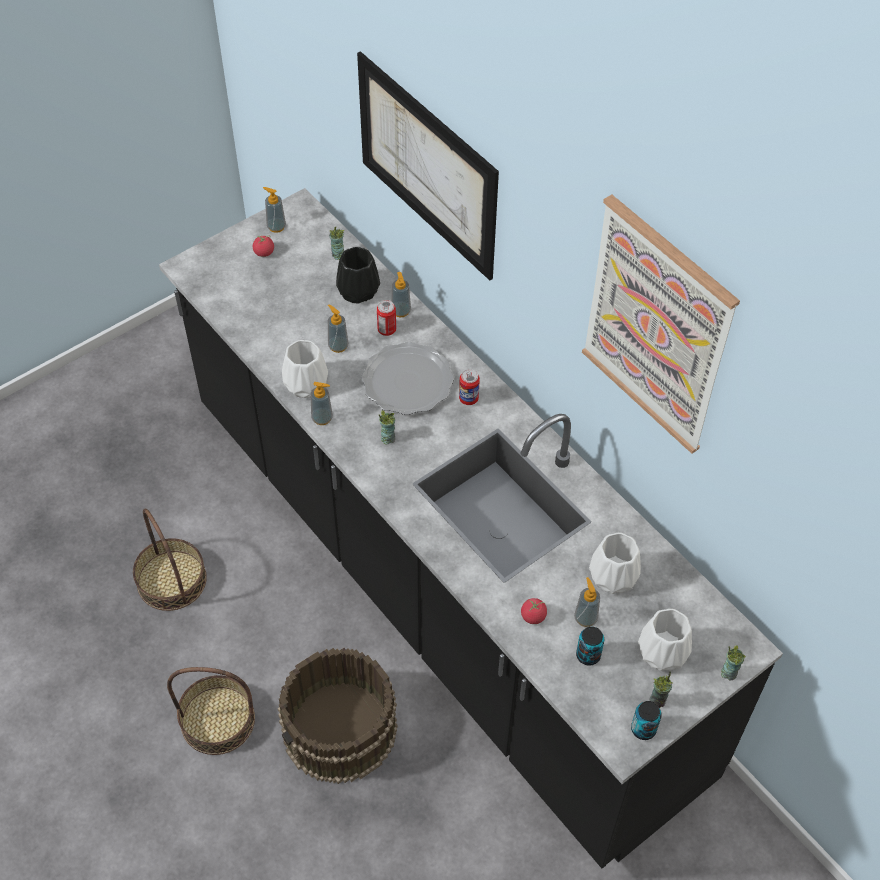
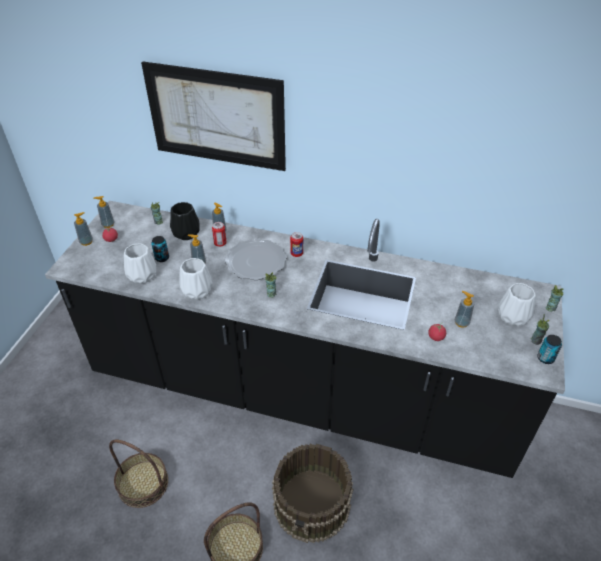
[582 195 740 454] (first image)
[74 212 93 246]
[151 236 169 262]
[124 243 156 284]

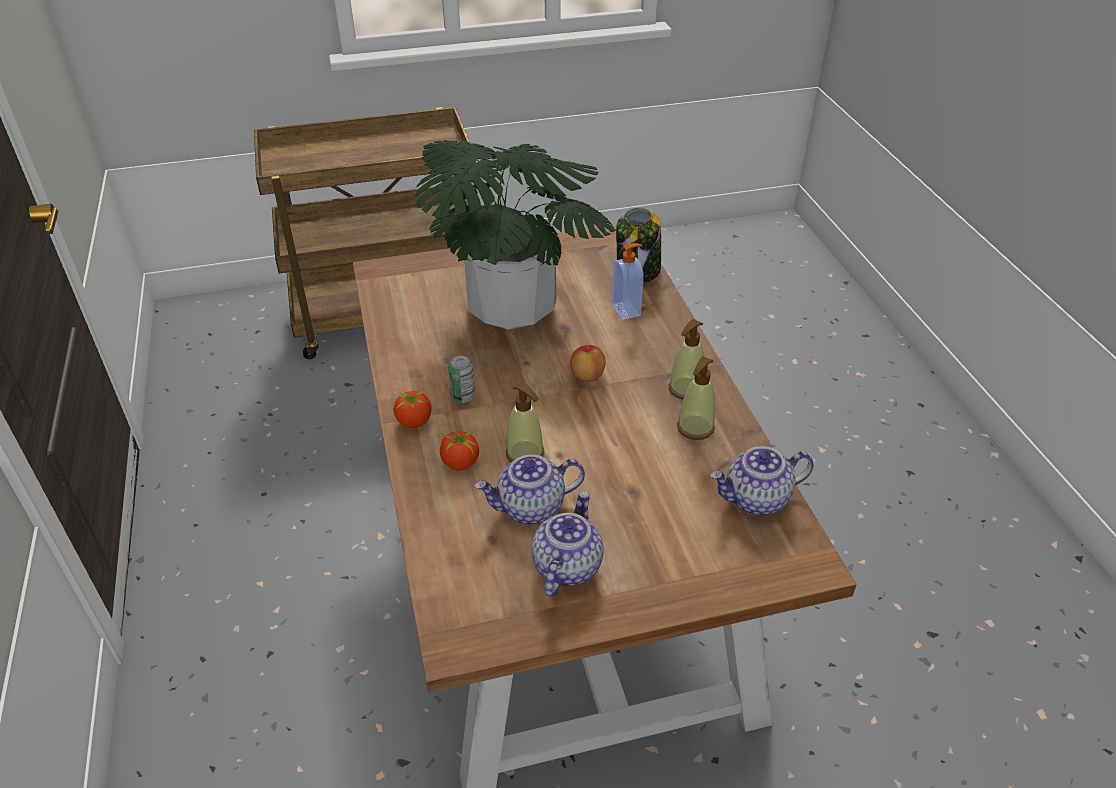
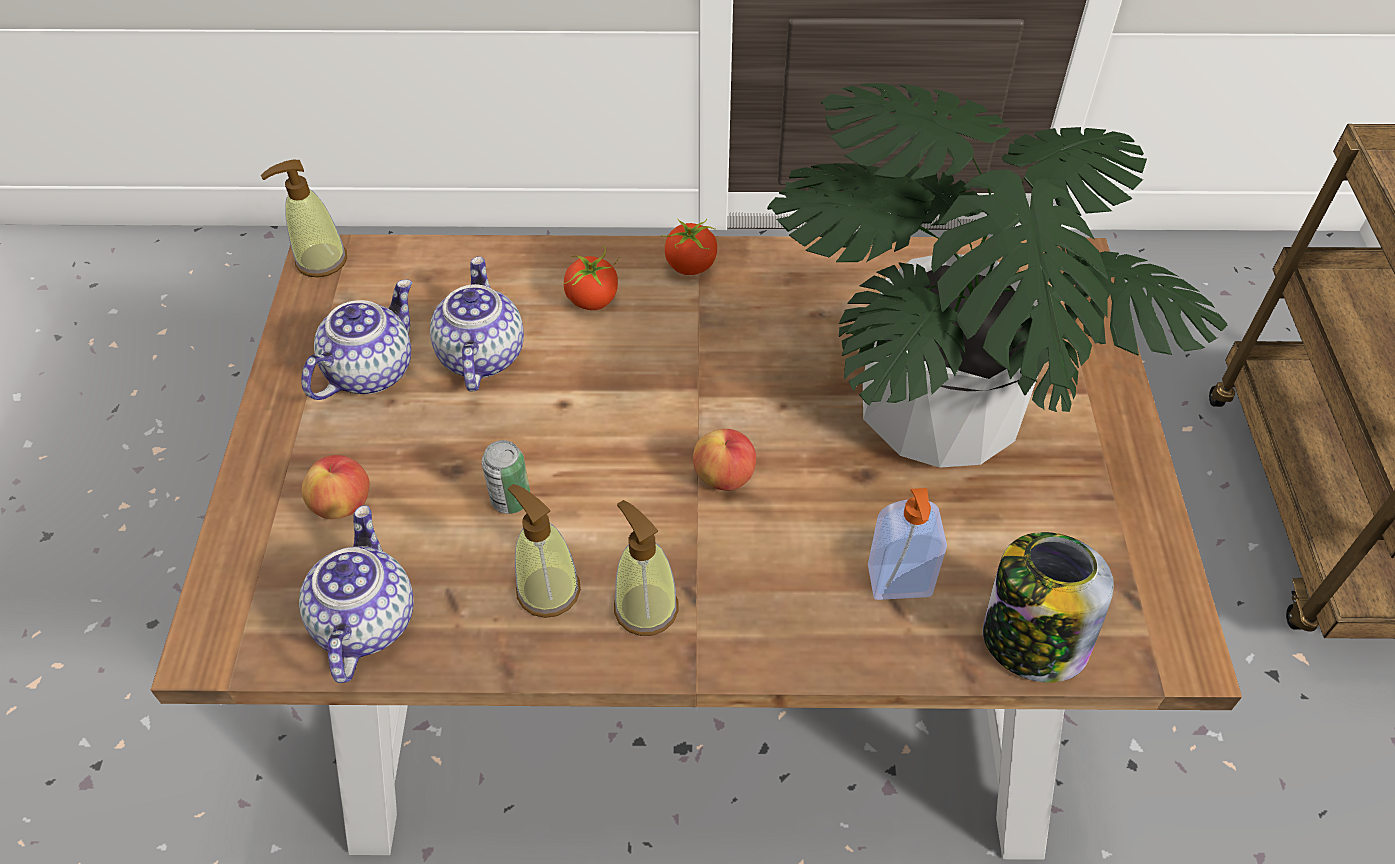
[302 455 370 519]
[482 440 530 514]
[261 160 347 278]
[301 279 412 400]

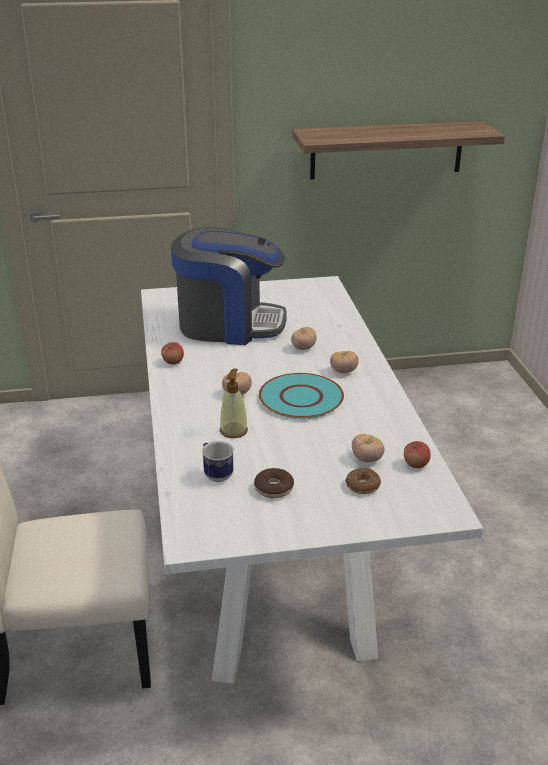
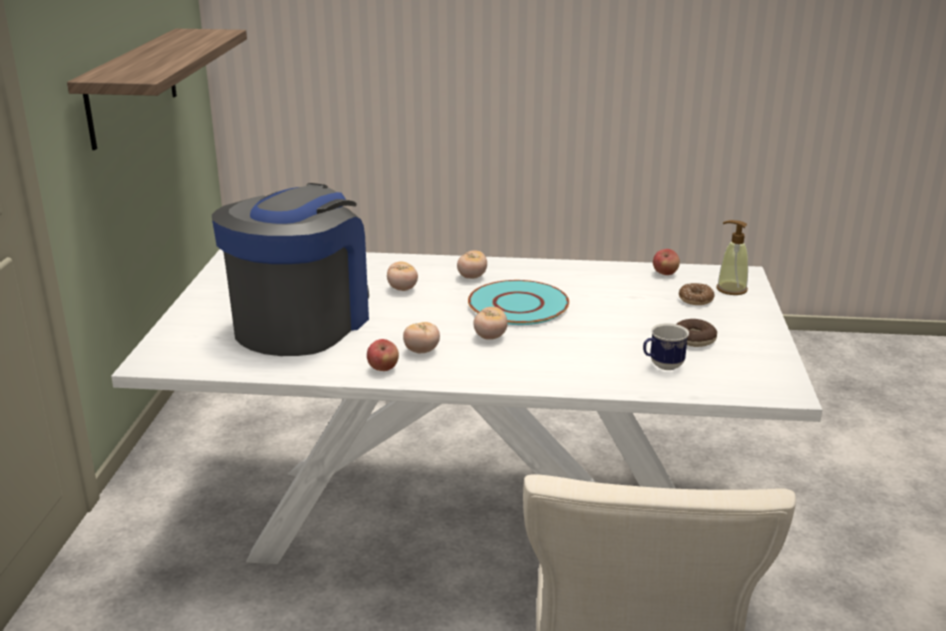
[716 220 748 295]
[403 322 440 353]

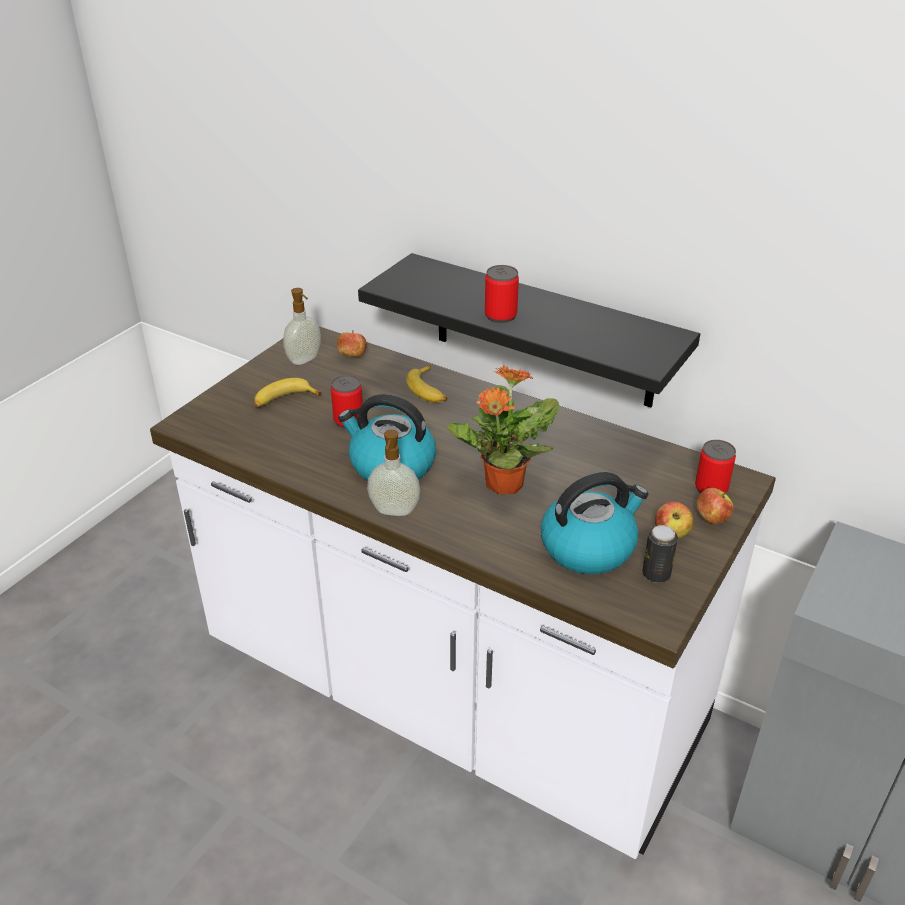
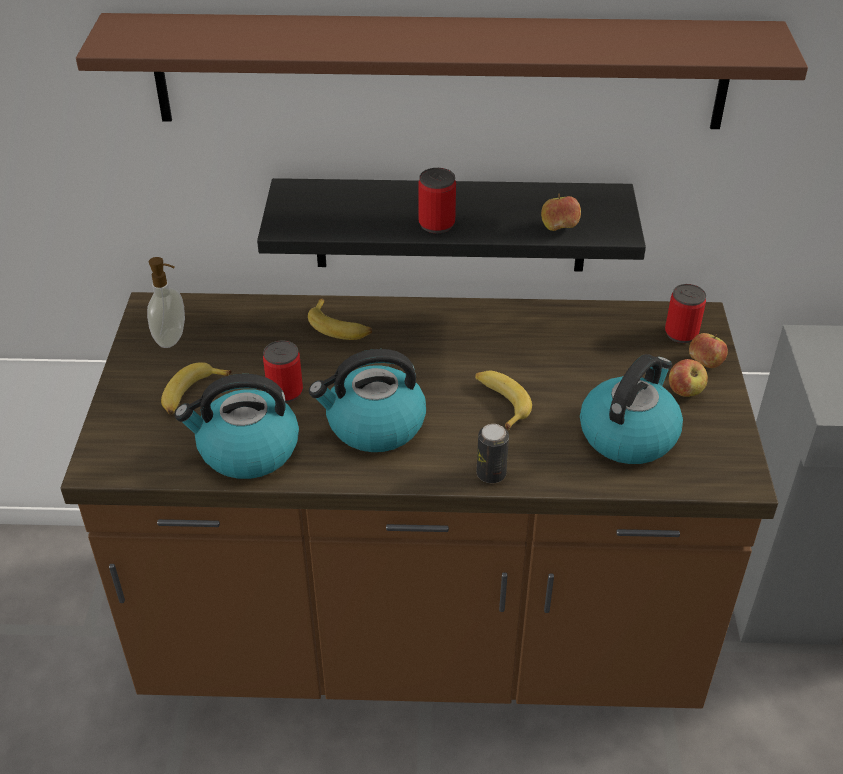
[367 430 420 516] (first image)
[76 13 808 129]
[175 374 299 479]
[541 194 581 231]
[477 424 509 483]
[475 371 532 430]
[61 292 778 709]

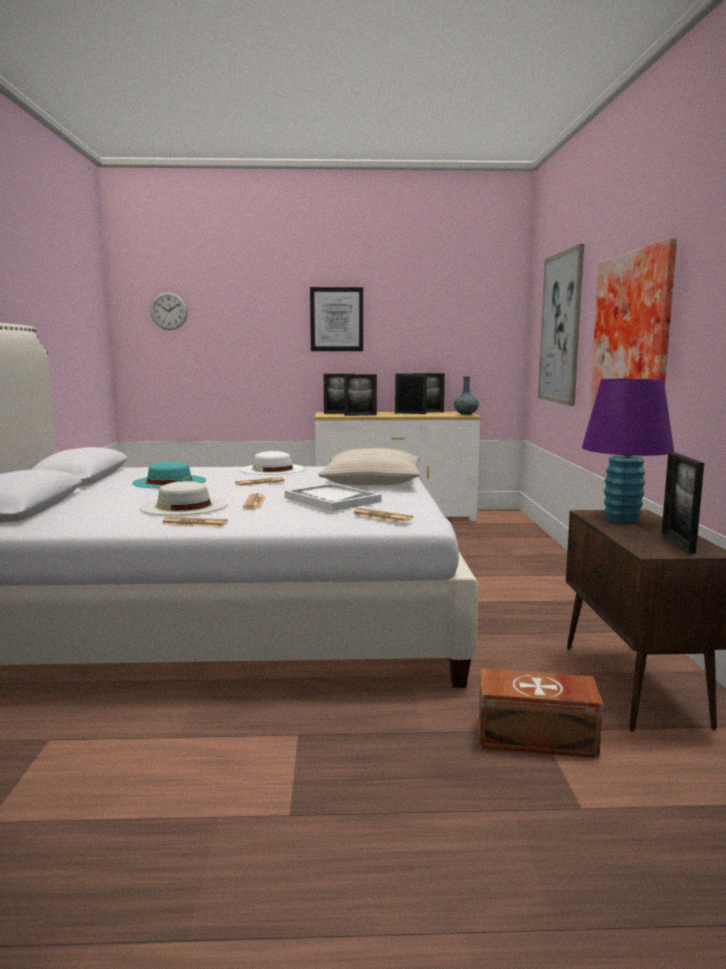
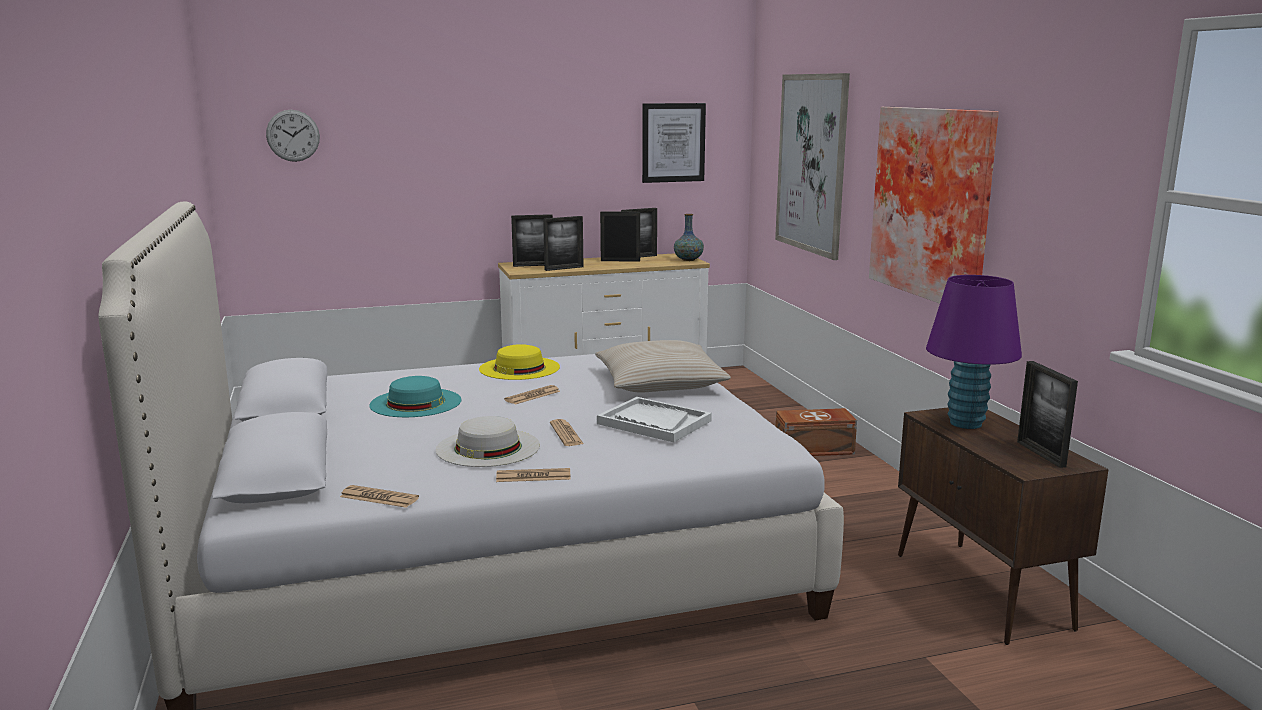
[642 103 706 183]
[340 485 419 508]
[775 408 857 456]
[479 344 560 380]

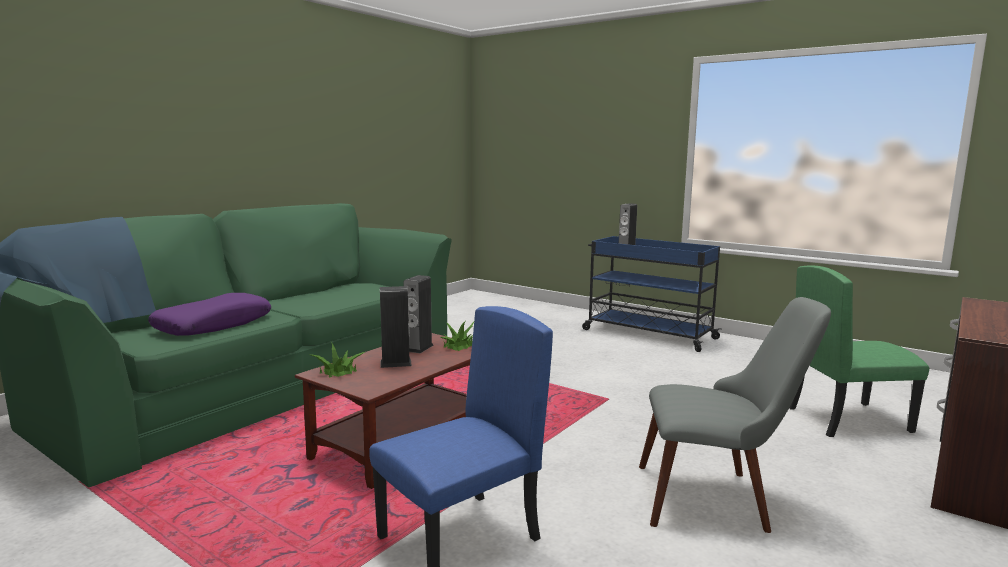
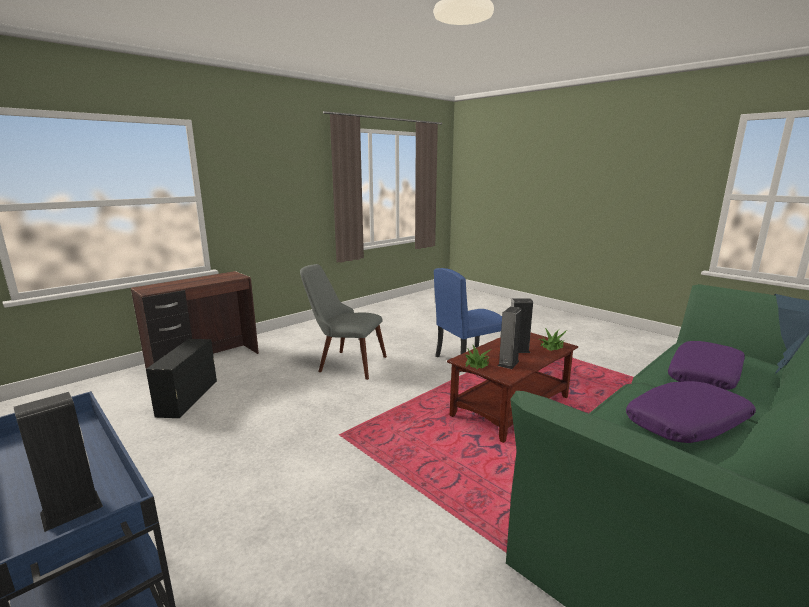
[626 381 756 443]
[146 339 217 418]

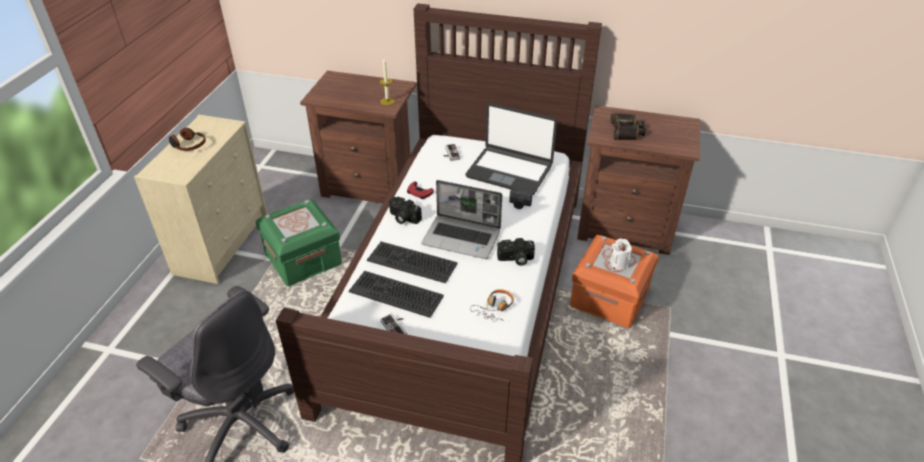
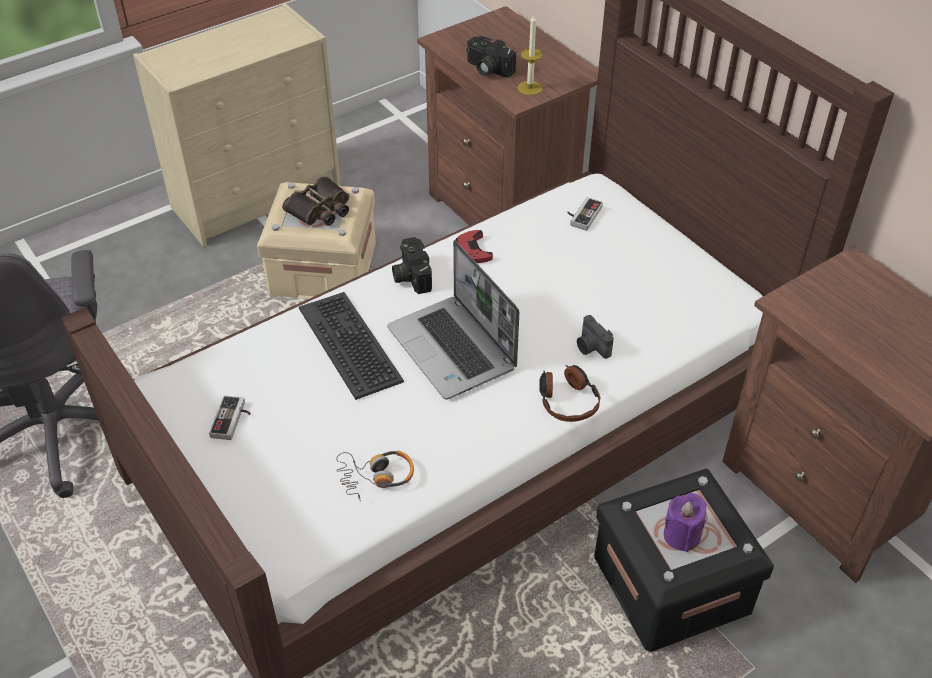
[348 271 444 318] (first image)
[466 103 557 195] (first image)
[539 365 600 422]
[466 36 516 78]
[282 176 349 226]
[257 182 376 299]
[594 469 774 652]
[664 493 707 552]

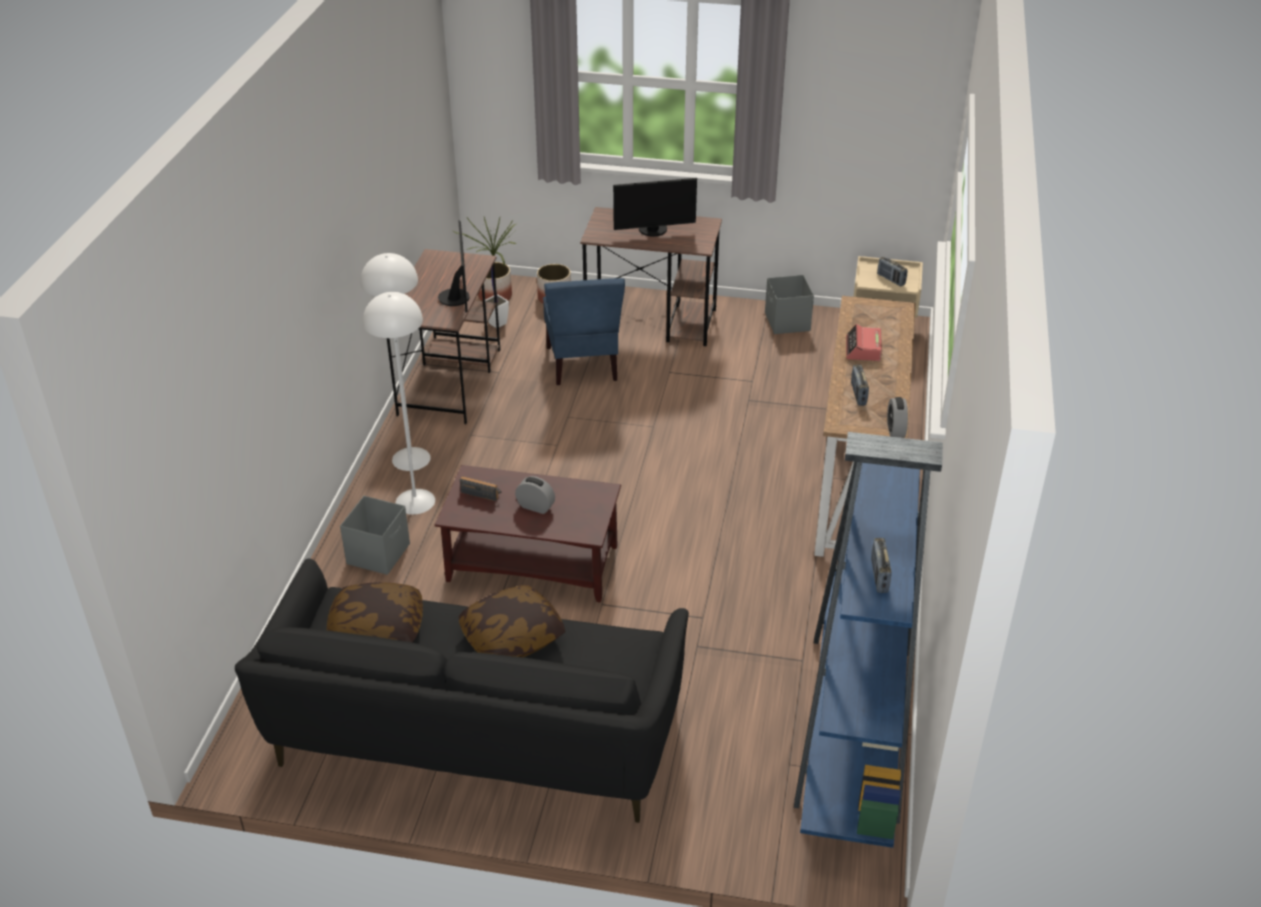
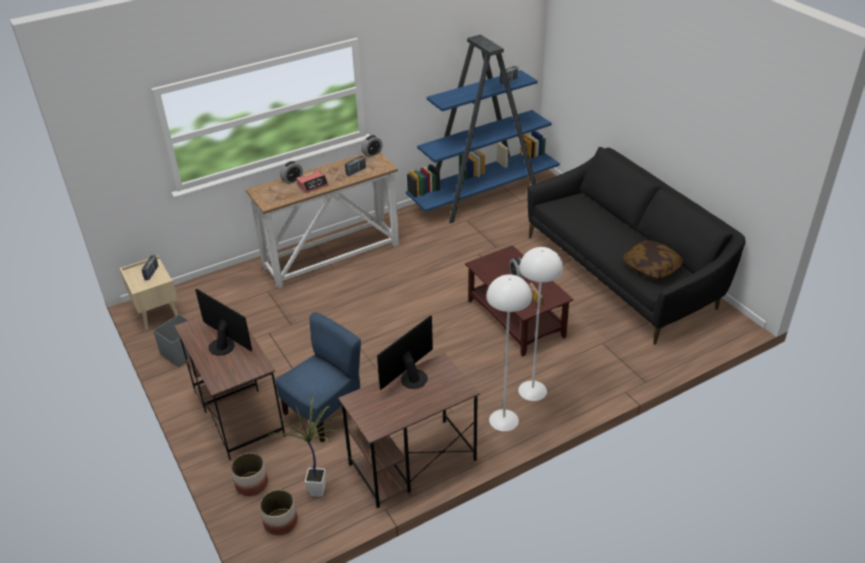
[340 496 410 575] (first image)
[459 585 565 657] (first image)
[280 161 303 184]

